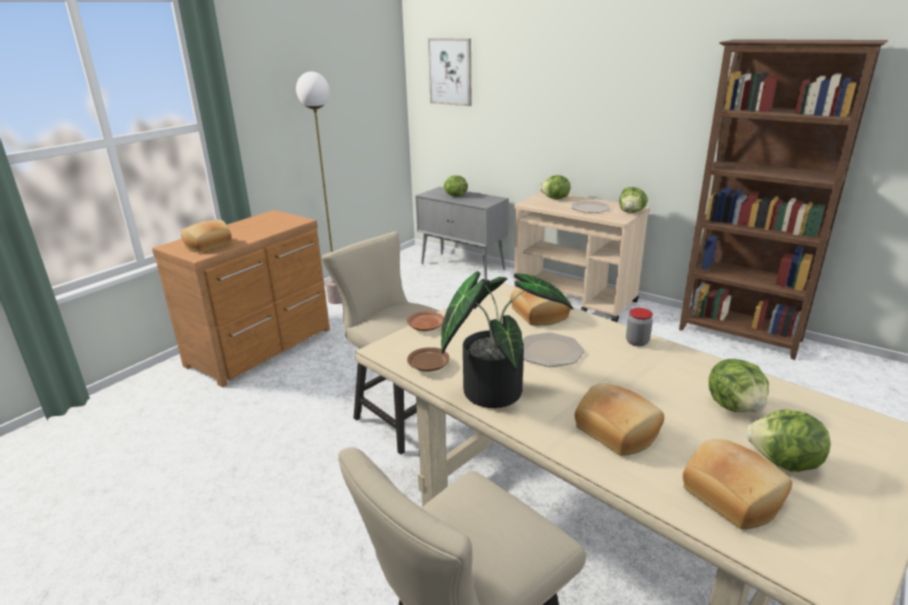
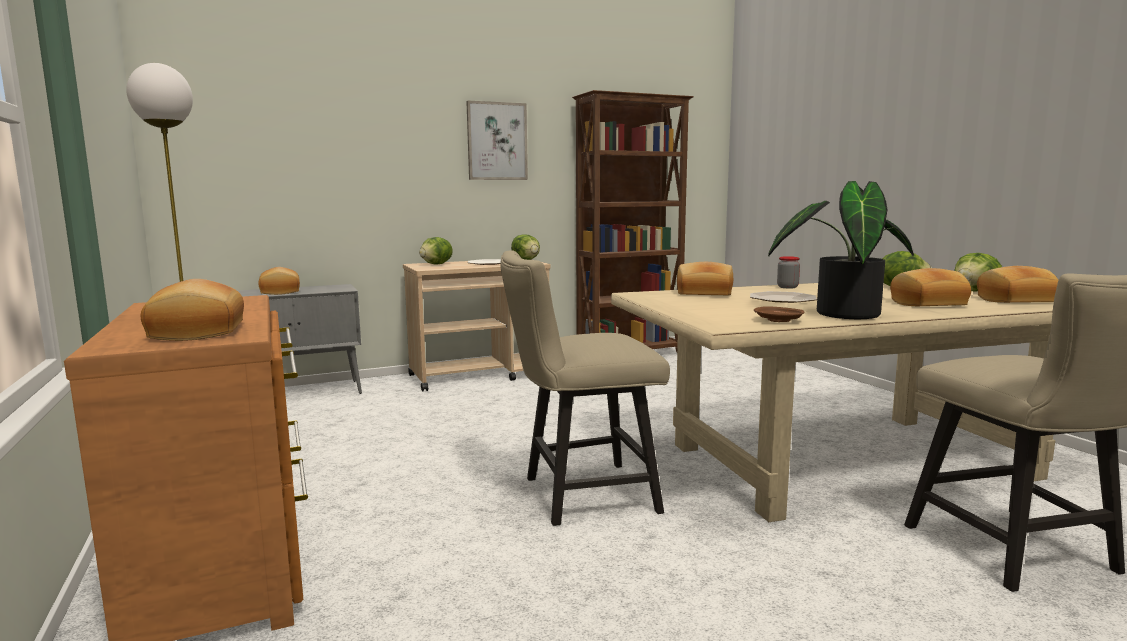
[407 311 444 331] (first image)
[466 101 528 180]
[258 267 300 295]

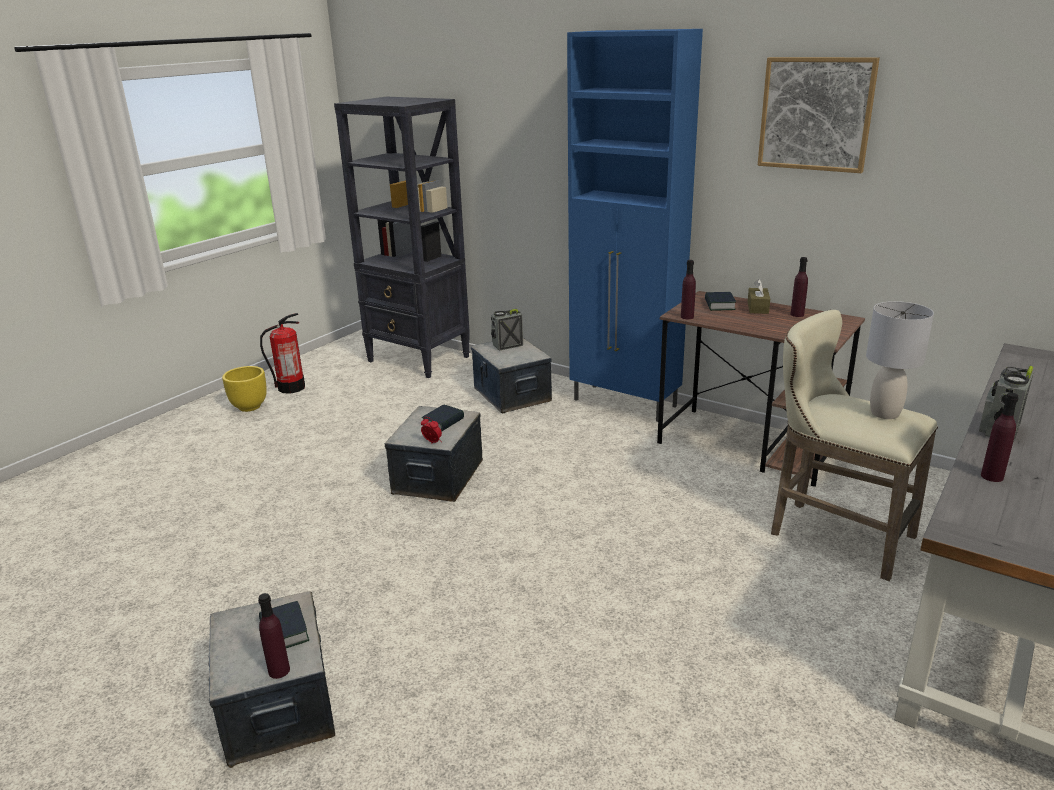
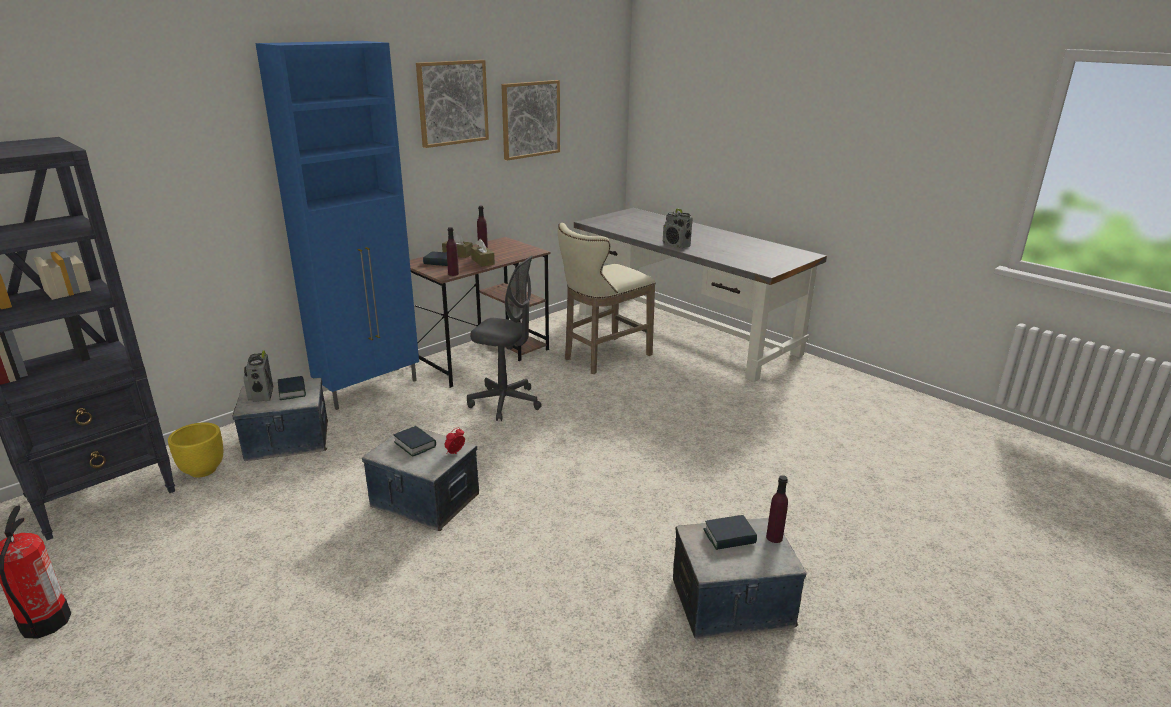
[866 301 934 419] (first image)
[981 393 1018 482] (first image)
[278 376 306 400]
[467 256 542 421]
[471 239 495 267]
[501 80 560 161]
[168 422 223 478]

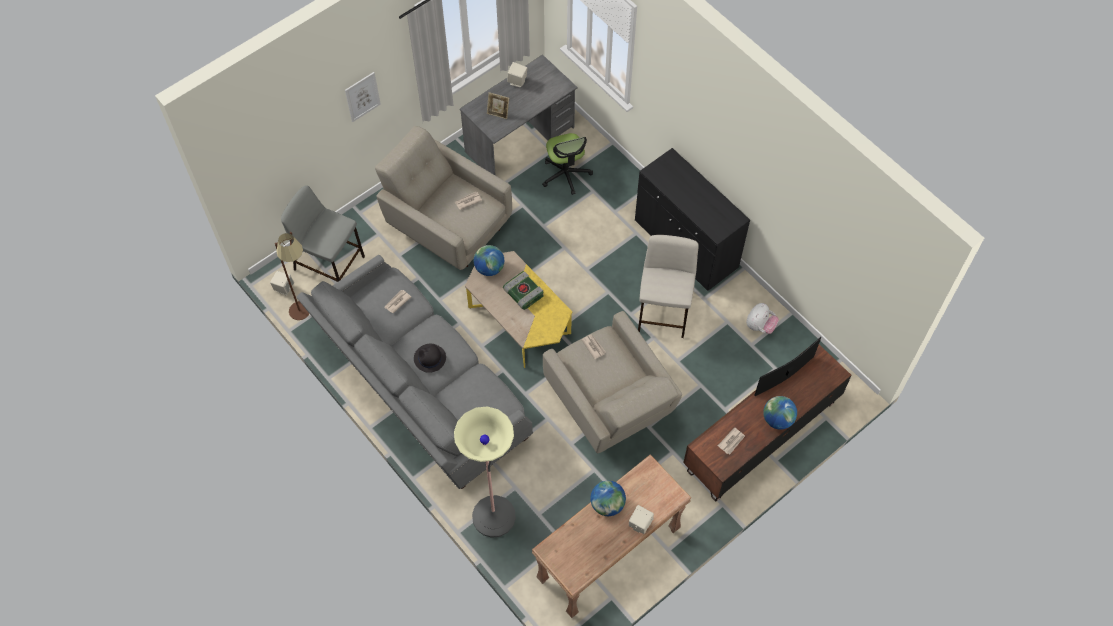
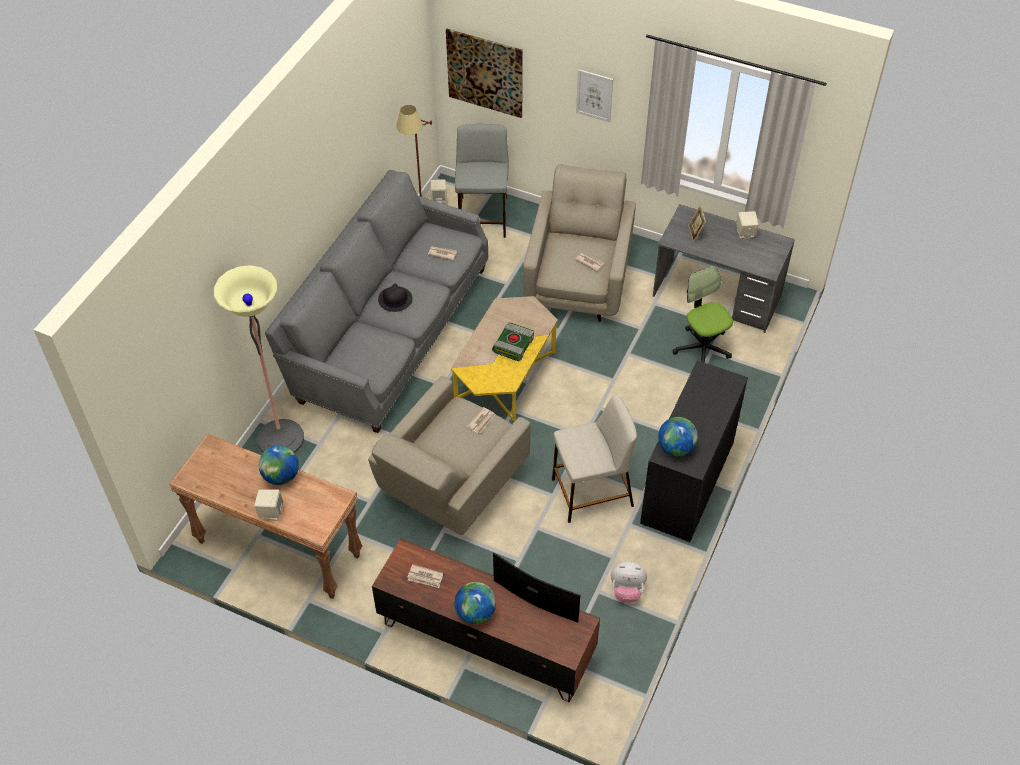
[446 29 523 118]
[658 417 698 456]
[672 266 733 363]

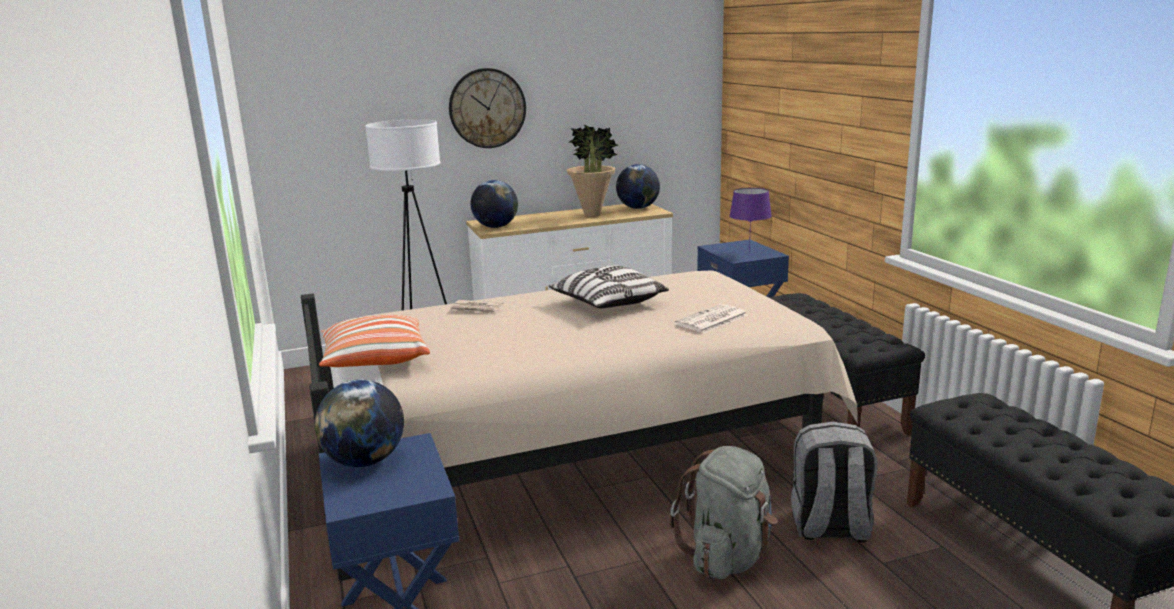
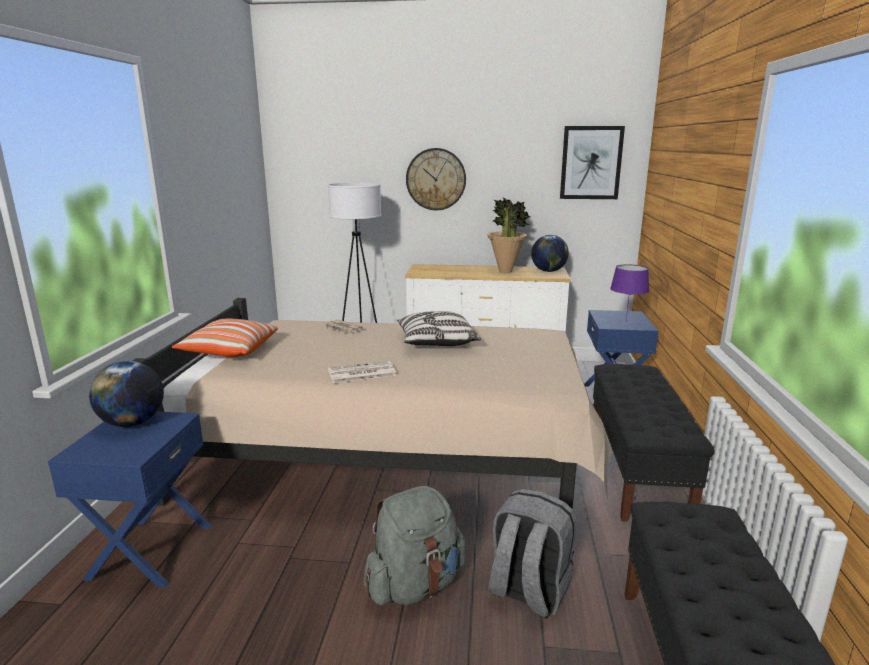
[471 180 518 228] (first image)
[560 126 625 199]
[328 361 397 383]

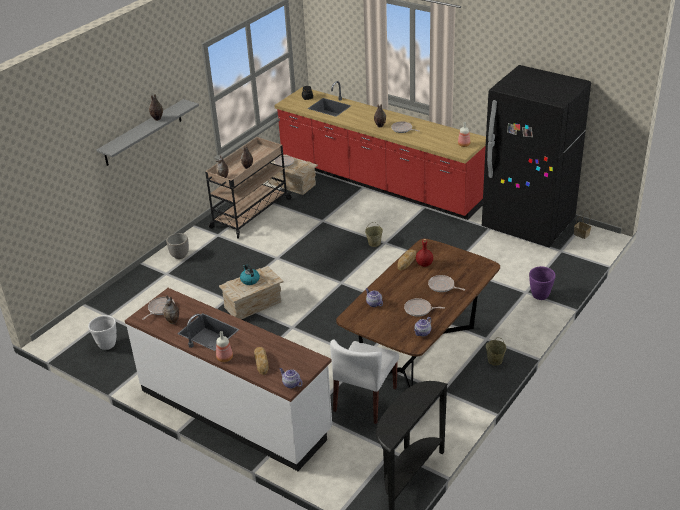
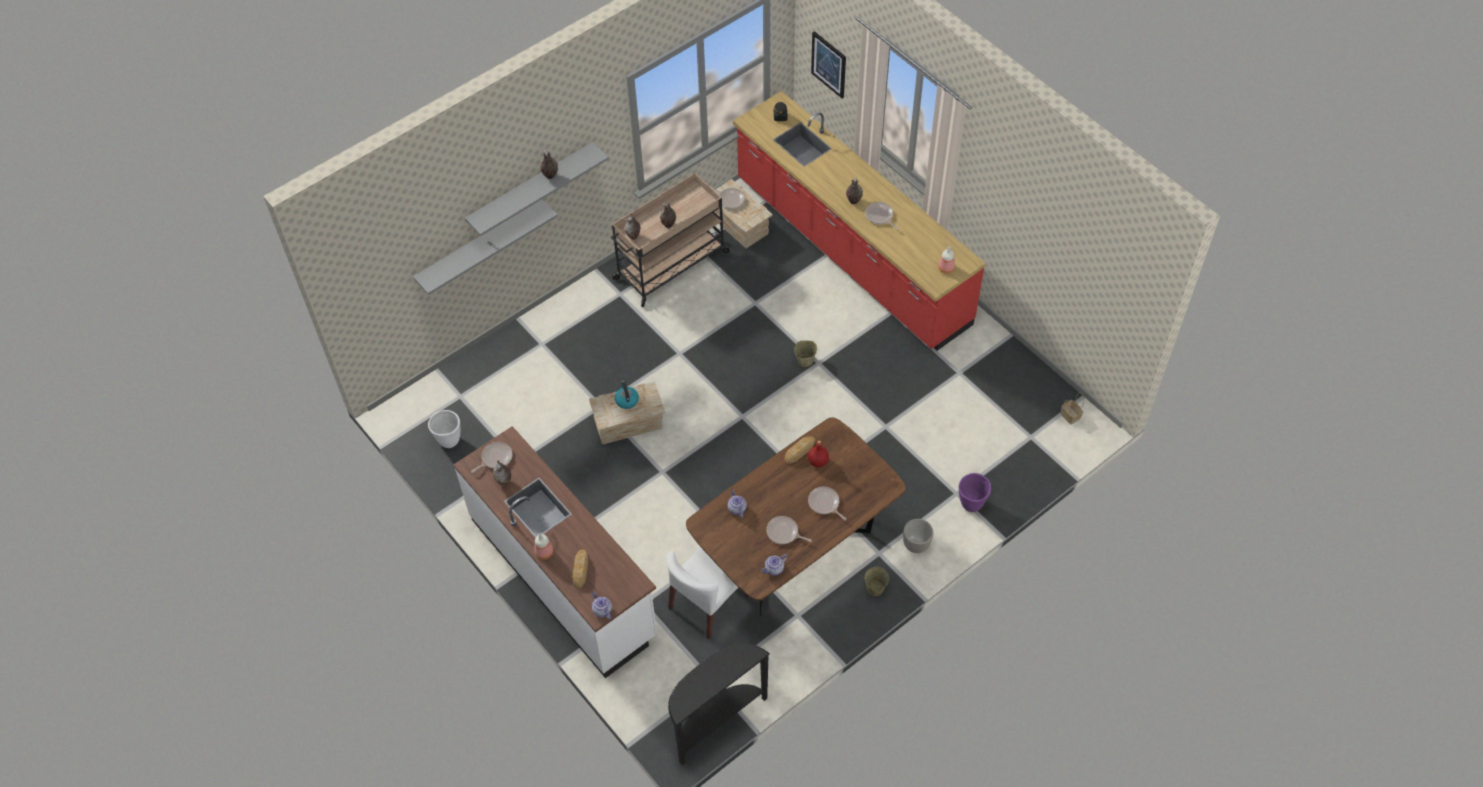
[482 65 591 248] (first image)
[413 199 558 295]
[811 31 846 98]
[903 519 933 553]

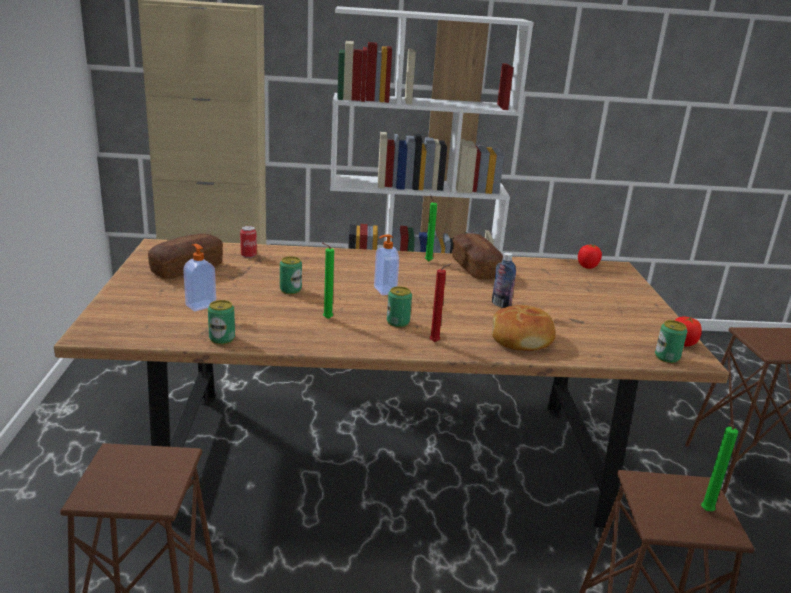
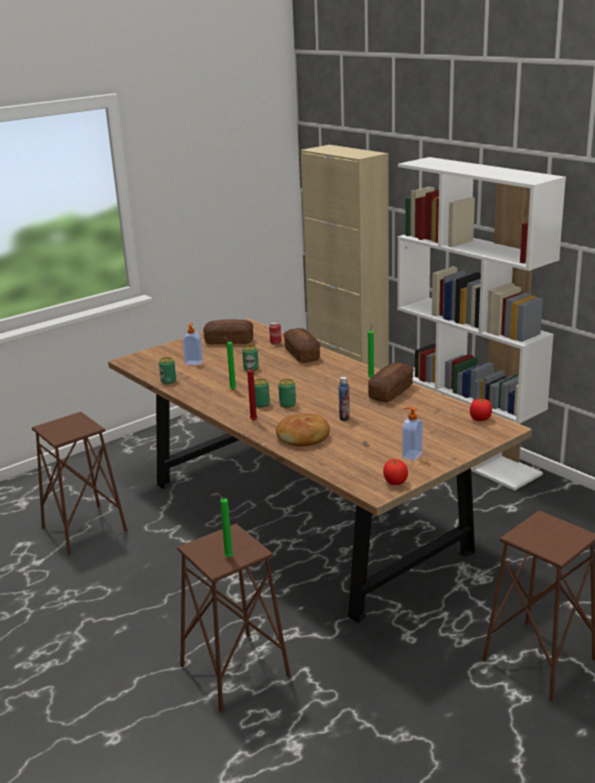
[283 328 320 363]
[402 407 423 461]
[278 379 296 408]

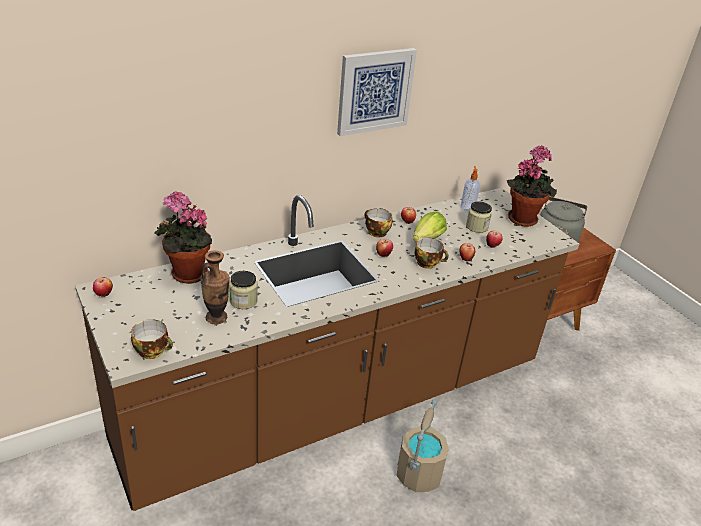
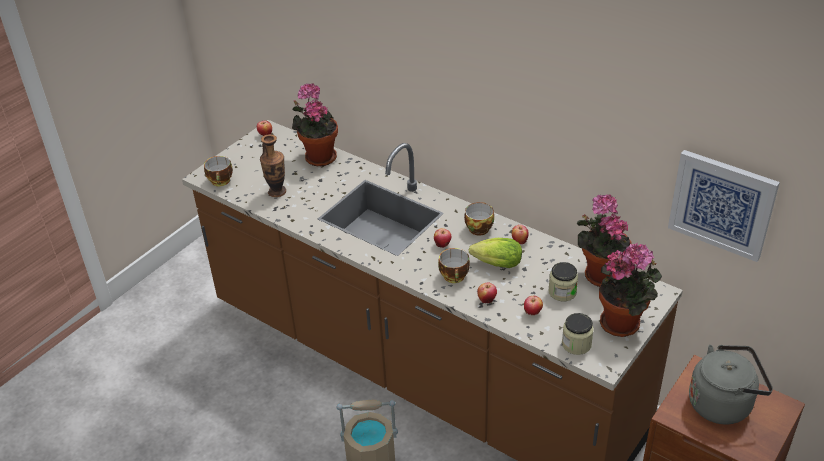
[562 313 594 355]
[668 150 780 262]
[577 194 632 287]

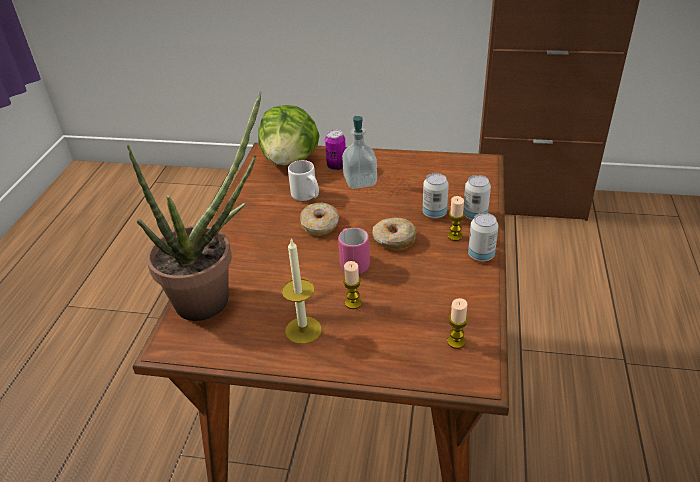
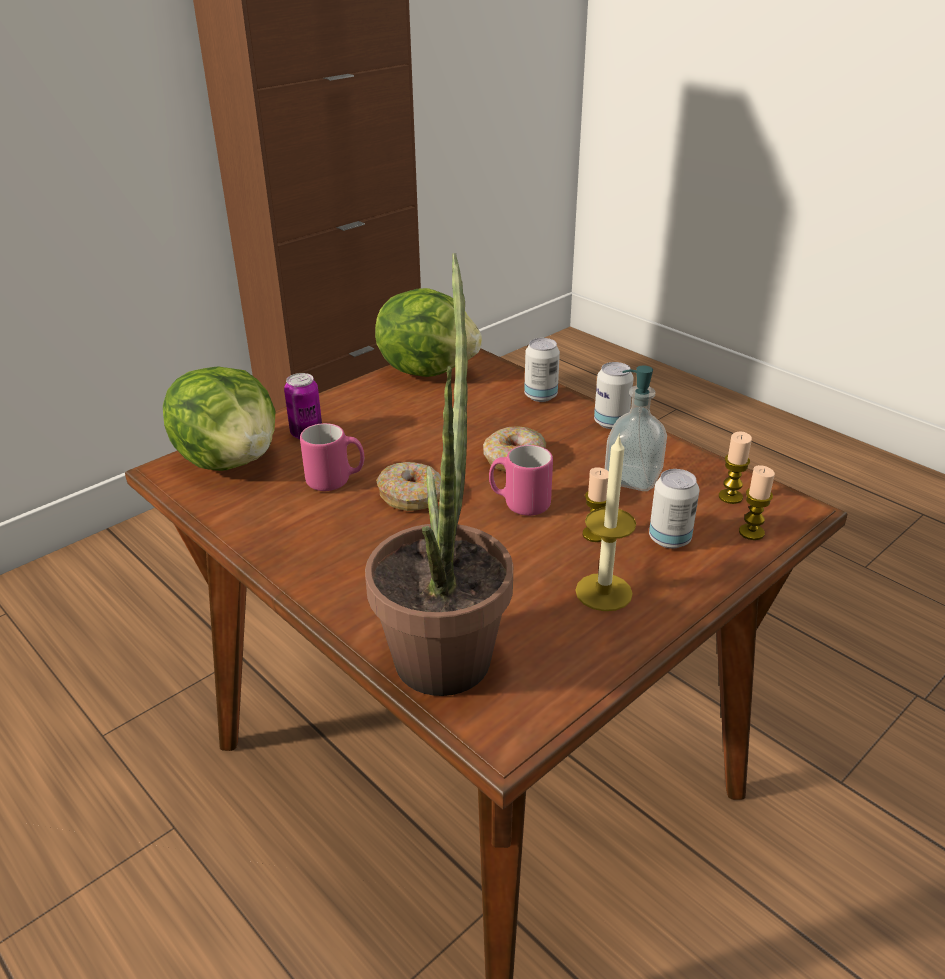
[375 288 482 377]
[605 365 667 491]
[649 469 699 549]
[739 465 775 540]
[300 423 364 491]

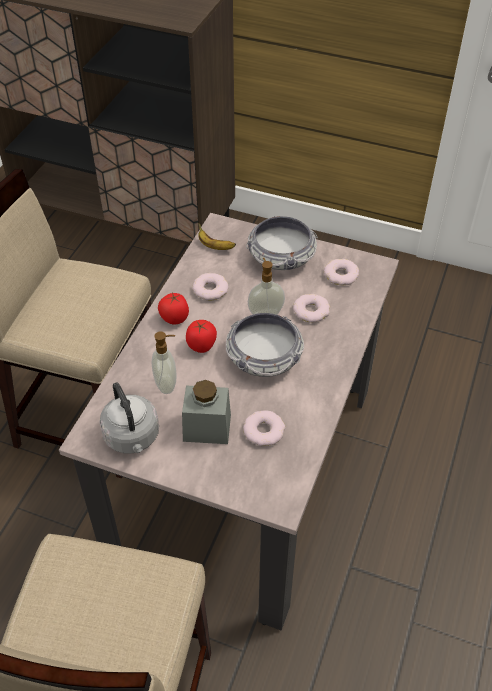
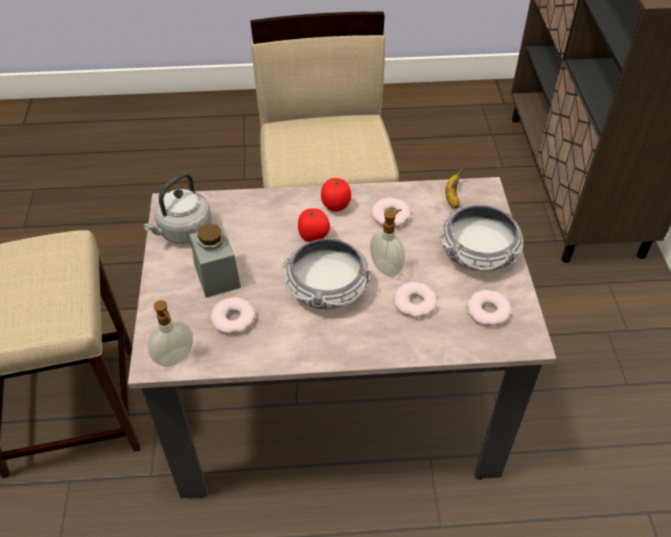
[148 300 193 367]

